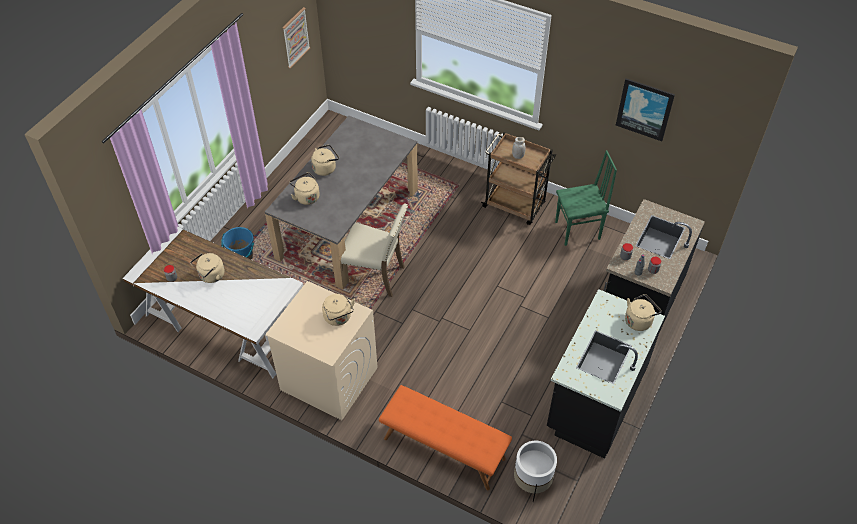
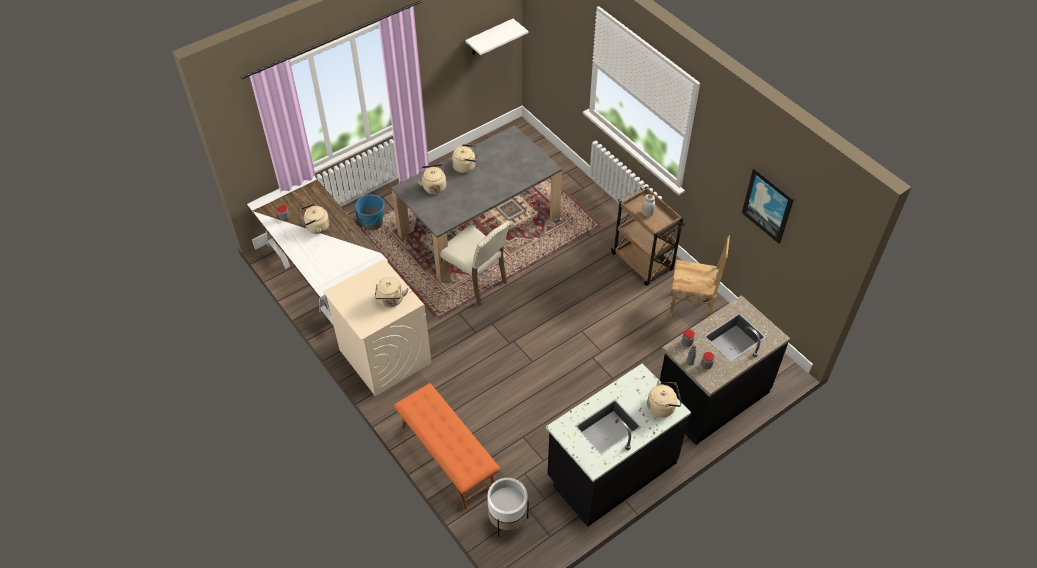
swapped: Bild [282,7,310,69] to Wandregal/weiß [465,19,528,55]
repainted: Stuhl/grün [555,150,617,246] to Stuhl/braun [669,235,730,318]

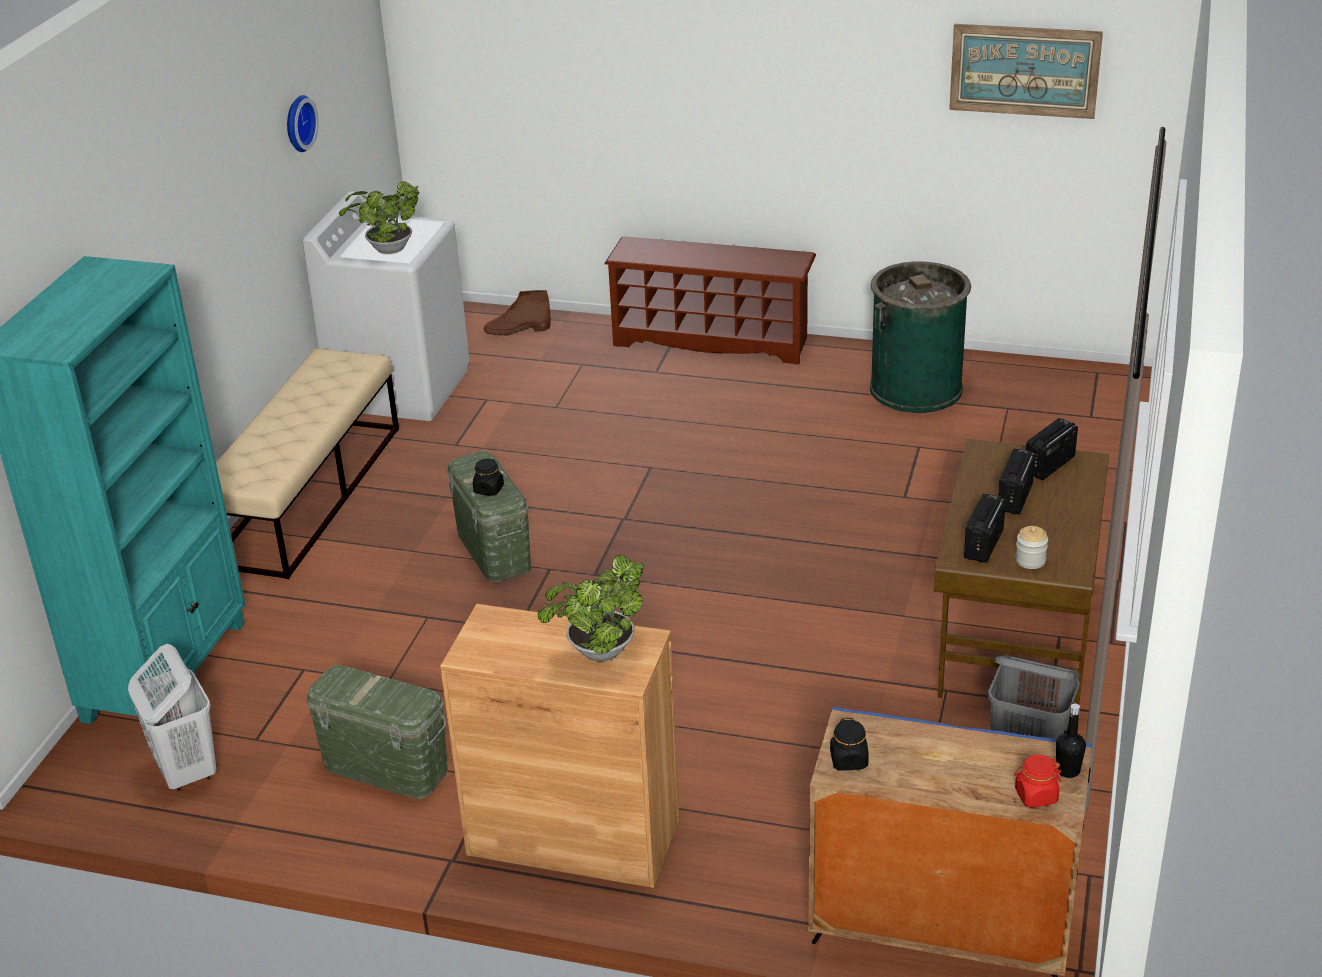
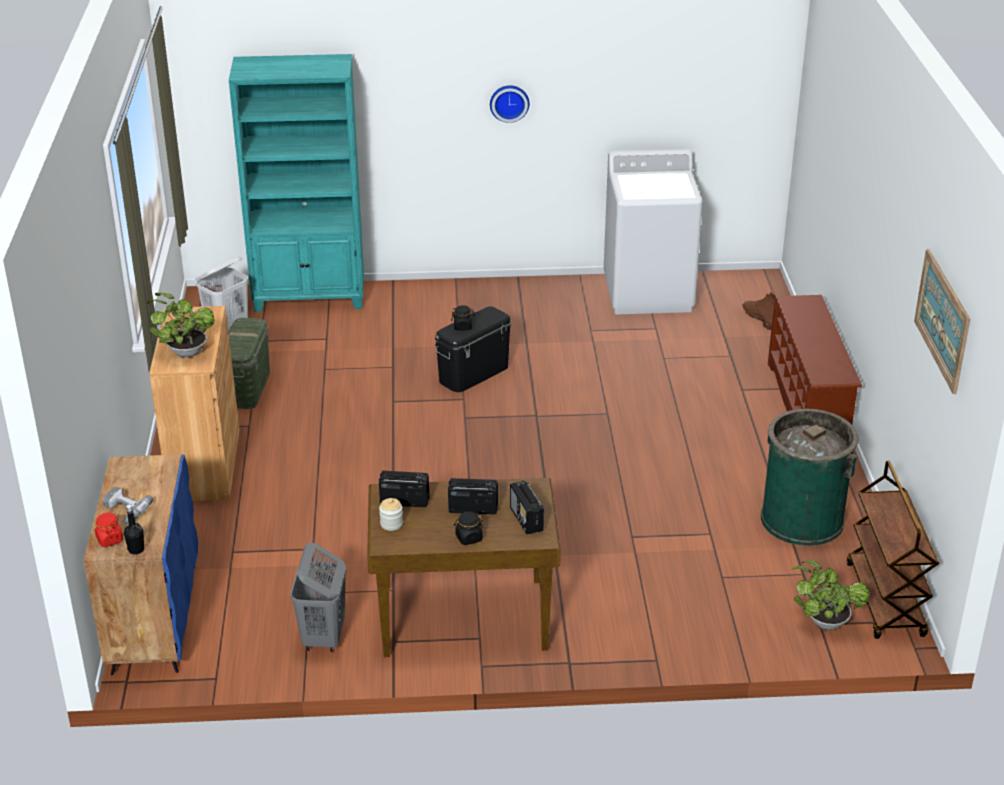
gone: Bank/beige [216,349,399,579]
new: Bohrmaschine [102,487,153,524]; Rollwagen/braun [847,461,939,639]
shifted: Wanduhr [287,95,319,152] to [490,85,530,123]; Topfpflanze [339,181,419,254] to [791,560,869,630]; Vorratsglas/schwarz [830,718,869,770] to [454,512,483,545]
repainted: Aufbewahrungsbox/grün [447,451,531,583] to Aufbewahrungsbox/schwarz [435,307,511,392]
rotated: Radio [1026,418,1078,480] = [510,481,544,534] 135 degrees counterclockwise

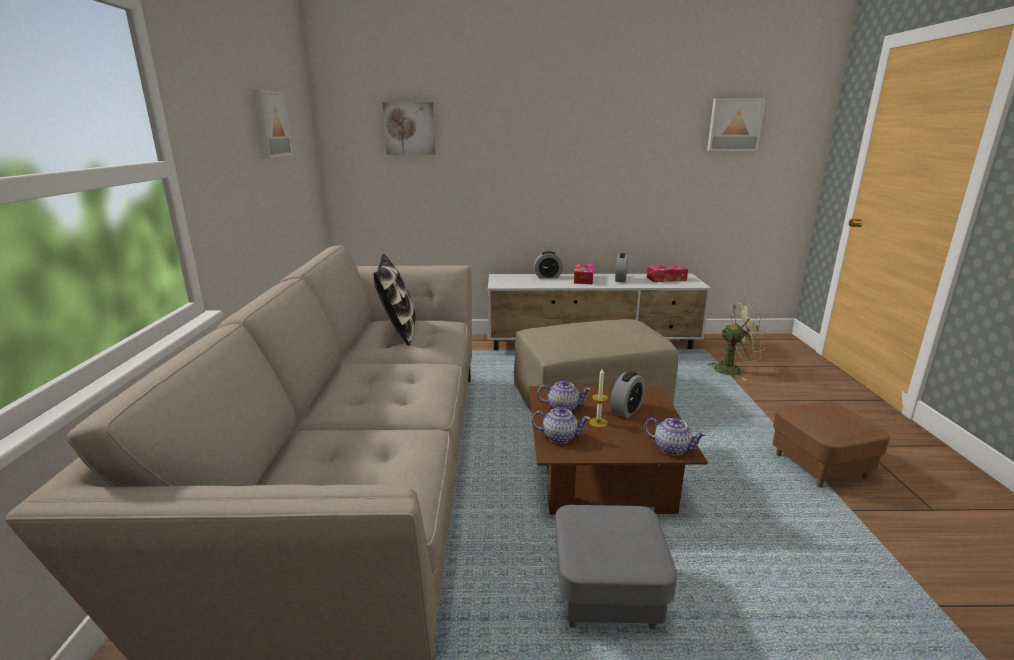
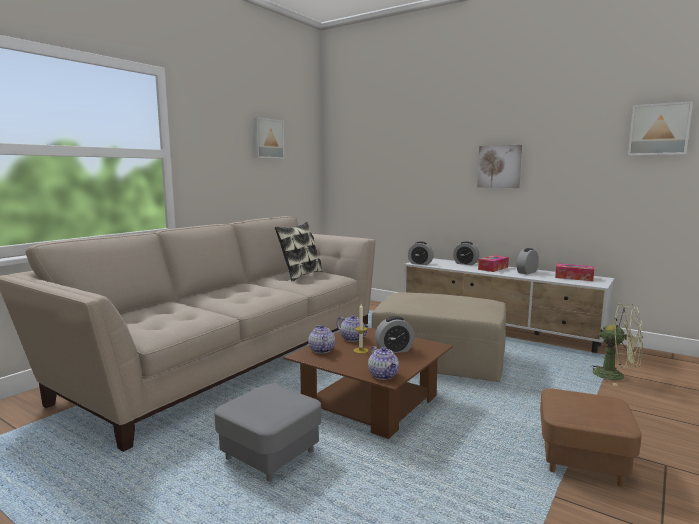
new: Wecker [408,241,434,265]
shifted: Bild [382,102,435,155] to [477,145,522,188]
rotated: Teekanne [532,407,590,444] = [308,325,335,354] 150 degrees counterclockwise

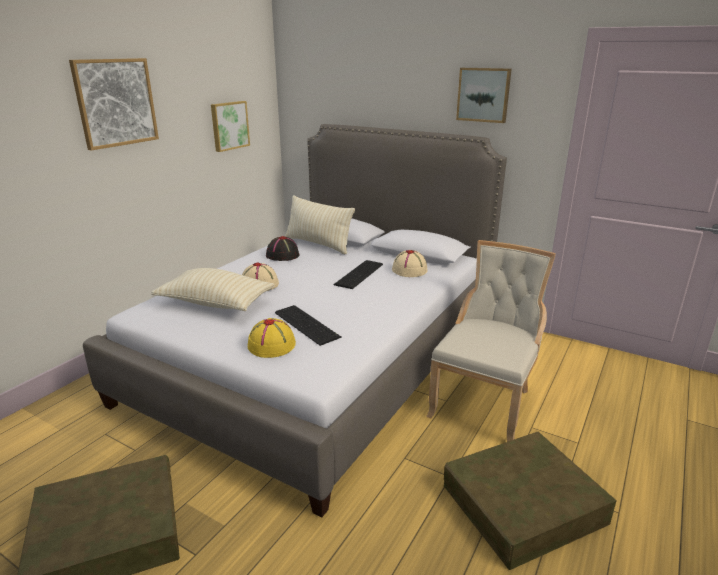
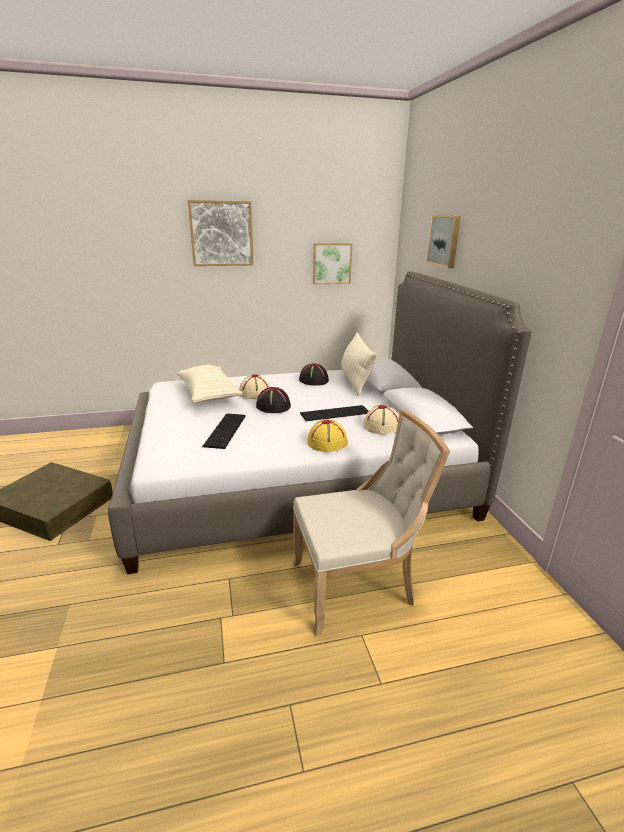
gone: Aufbewahrungsbox/braun [444,432,617,570]
new: Hut/schwarz [256,387,291,413]
shifted: Hut/gelb [248,318,296,358] to [307,419,348,452]; Bild [456,68,512,123] to [426,215,461,268]

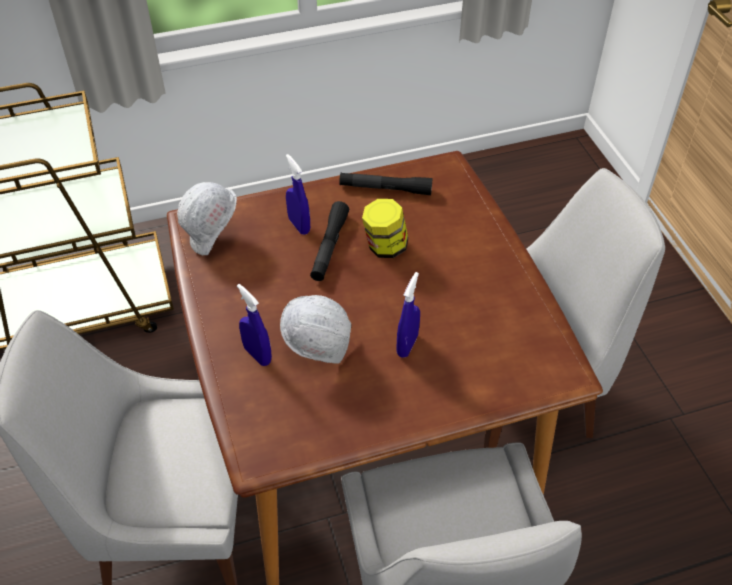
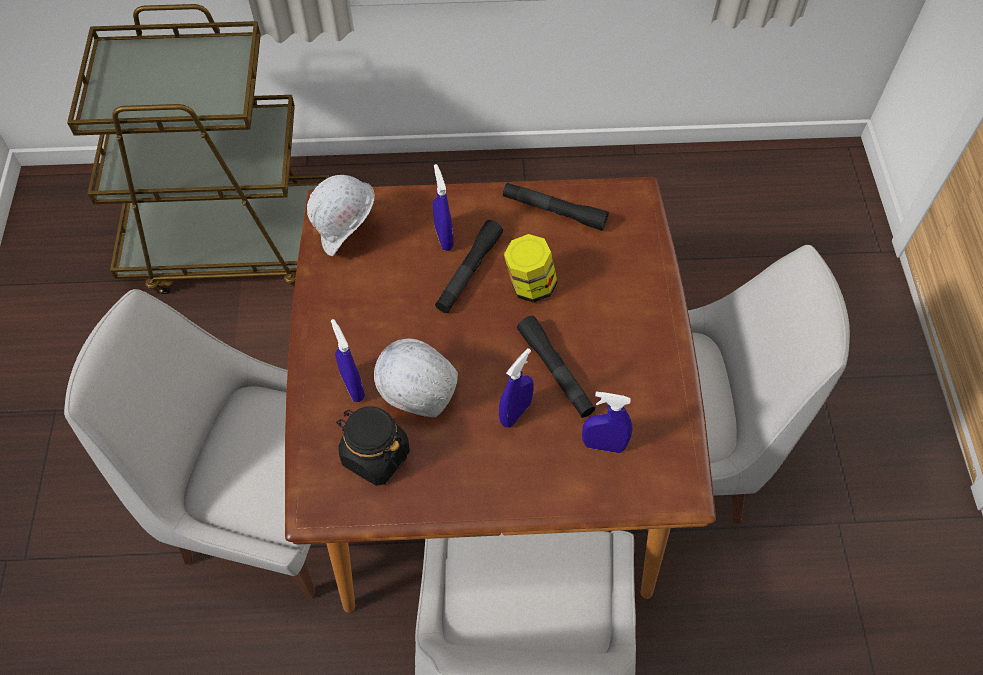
new: Vorratsglas/schwarz [336,406,410,486]; Taschenlampe/schwarz [517,316,595,418]; Sprühflasche/blau [582,392,633,453]

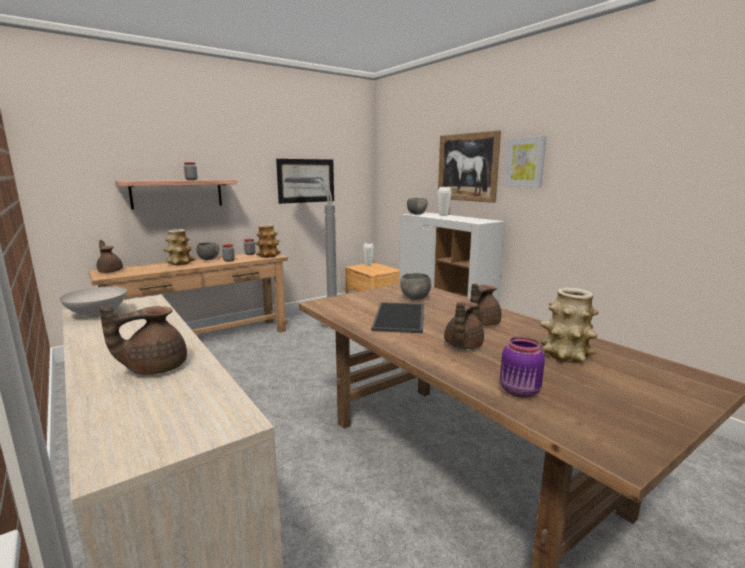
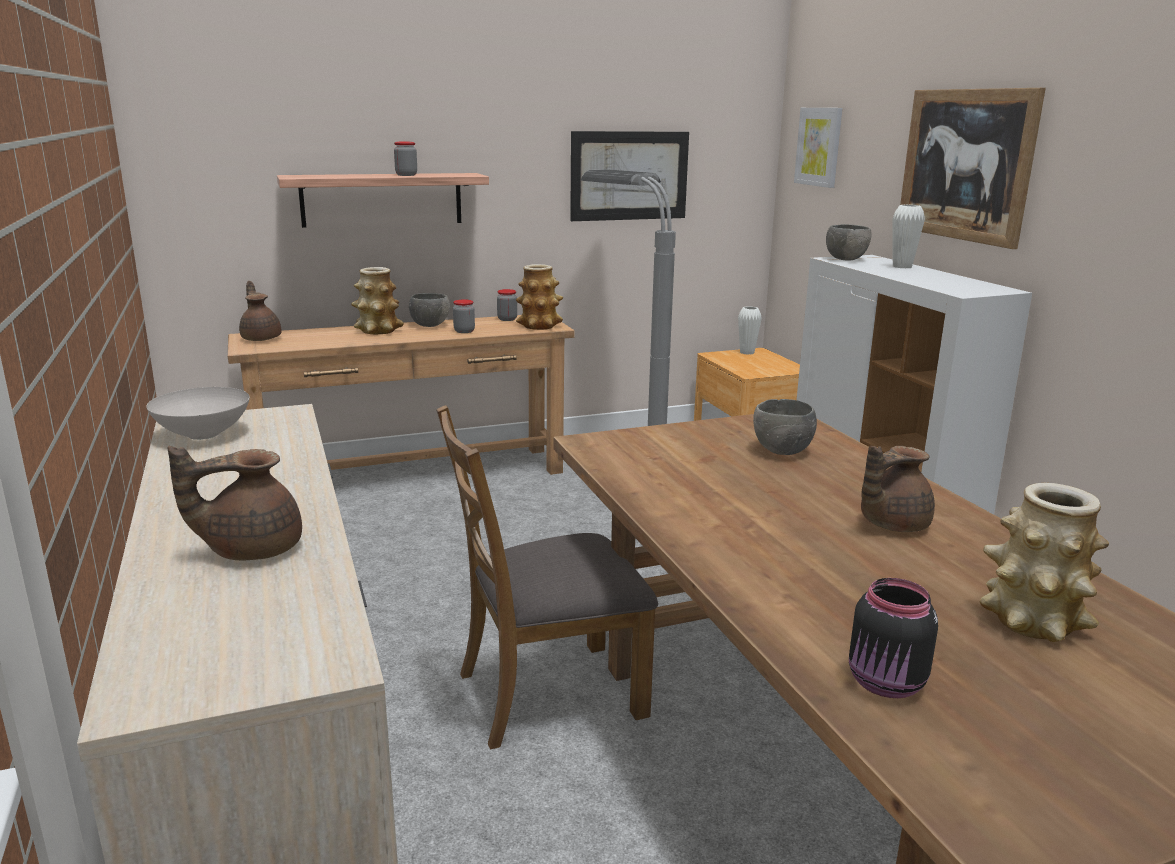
gone: Tablett [371,302,424,333]; Teekanne/braun [444,301,484,349]
new: Stuhl/braun [436,405,658,749]
shifted: Bild [504,136,547,188] to [794,108,843,188]
repainted: Vorratsglas/lila [500,337,545,398] to Vorratsglas/schwarz [849,578,938,698]

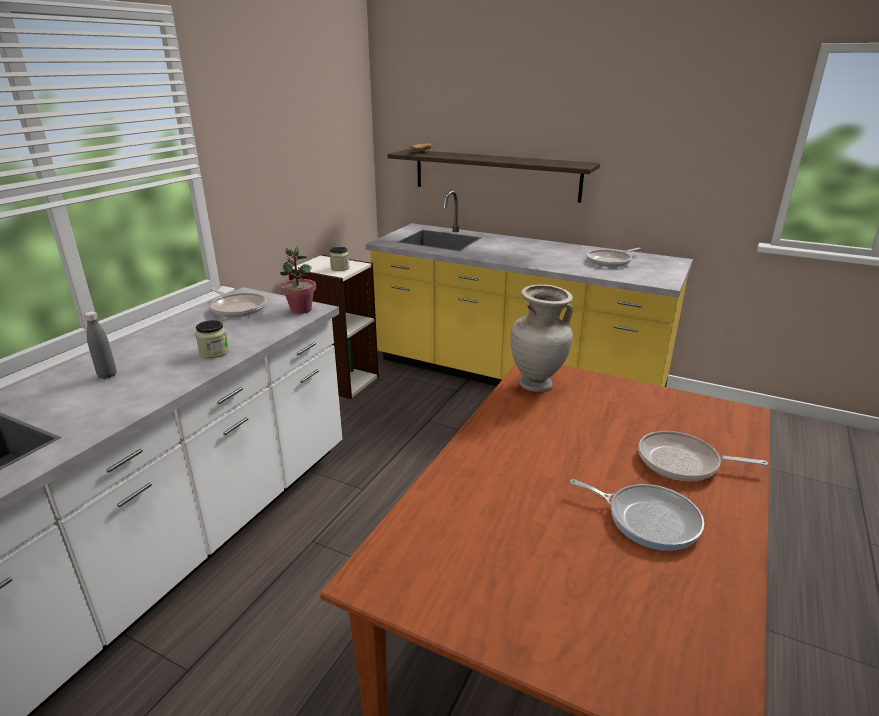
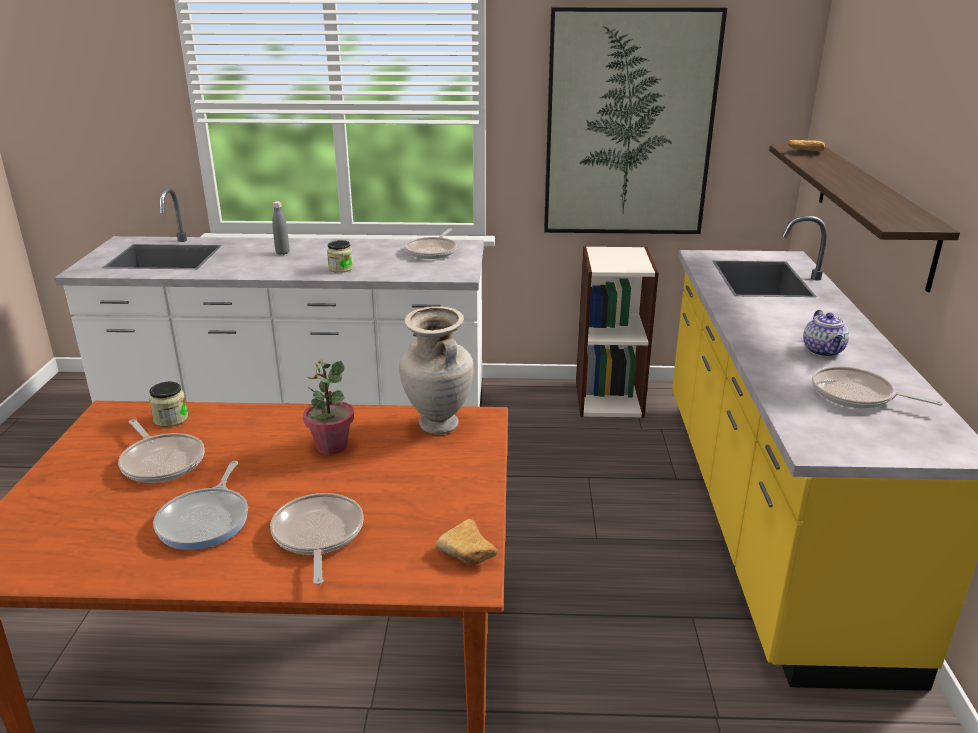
new: Pfanne [118,419,205,483]; Brot [436,519,498,565]; Bild [544,7,727,234]; Teekanne [803,310,849,357]
shifted: Topfpflanze [280,245,316,314] to [303,359,354,455]; Vorratsglas [330,247,350,271] to [149,382,188,427]

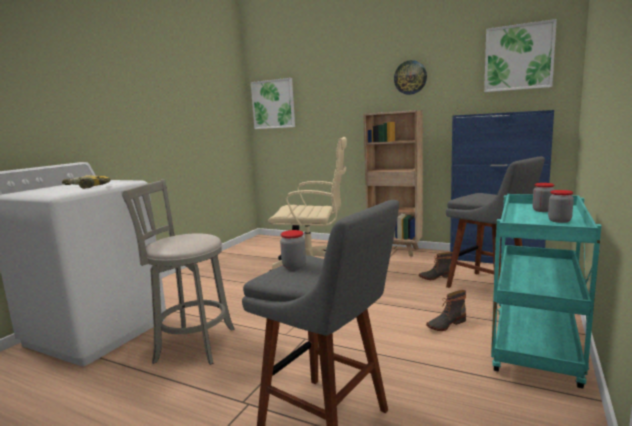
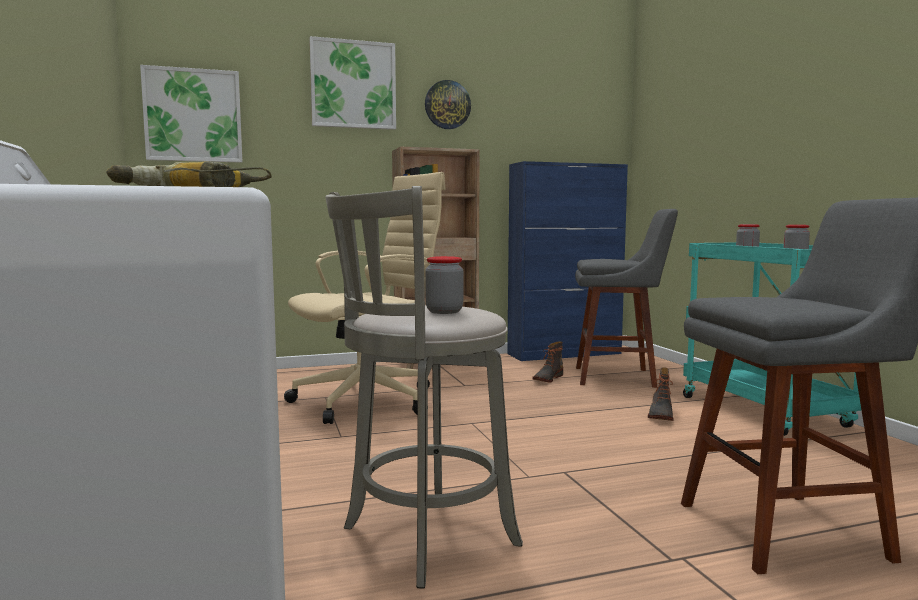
shifted: Vorratsglas [280,230,306,270] to [425,256,463,314]; Bild [484,19,557,92] to [309,36,396,130]

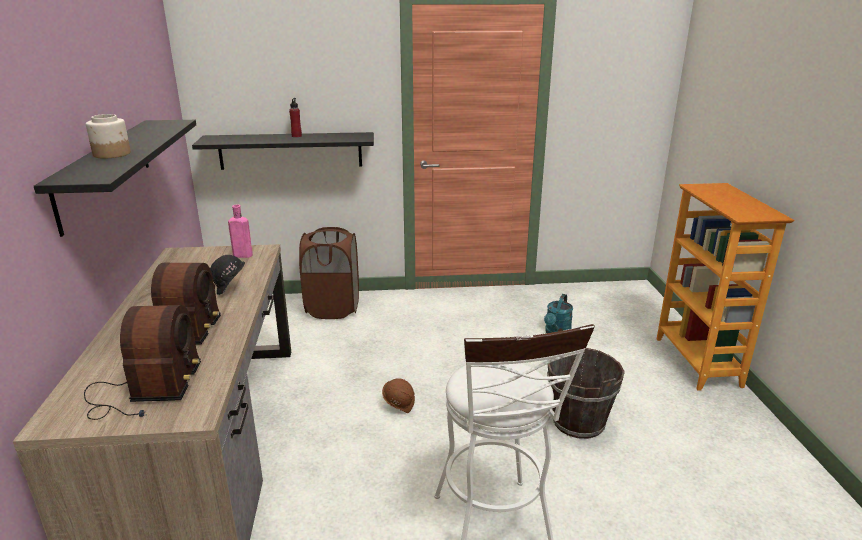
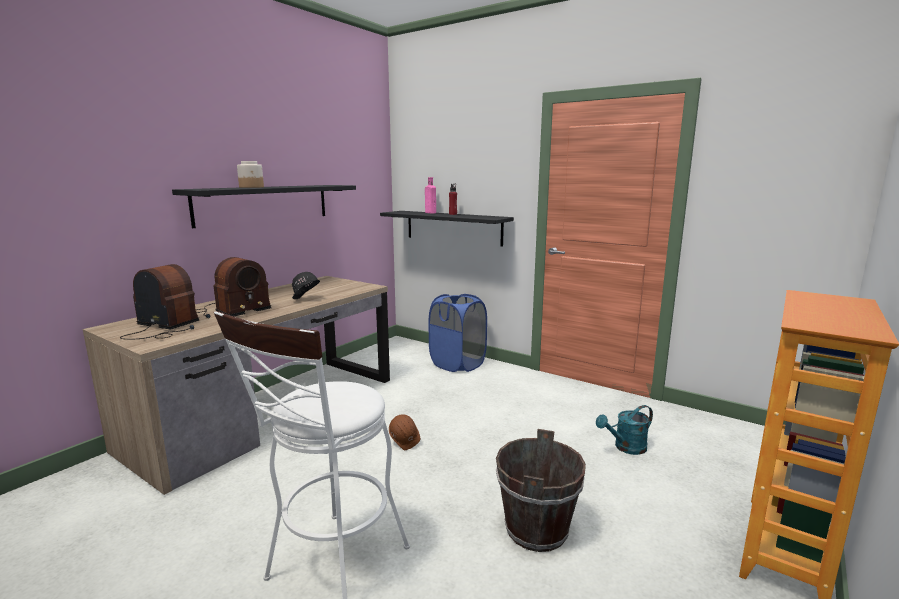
shifted: Flasche/rosa [228,205,253,258] to [425,177,436,214]
repainted: Wäschekorb/braun [299,227,359,319] to Wäschekorb/blau [429,294,487,372]
rotated: Radio [84,305,201,420] = [120,264,199,340] 105 degrees counterclockwise

